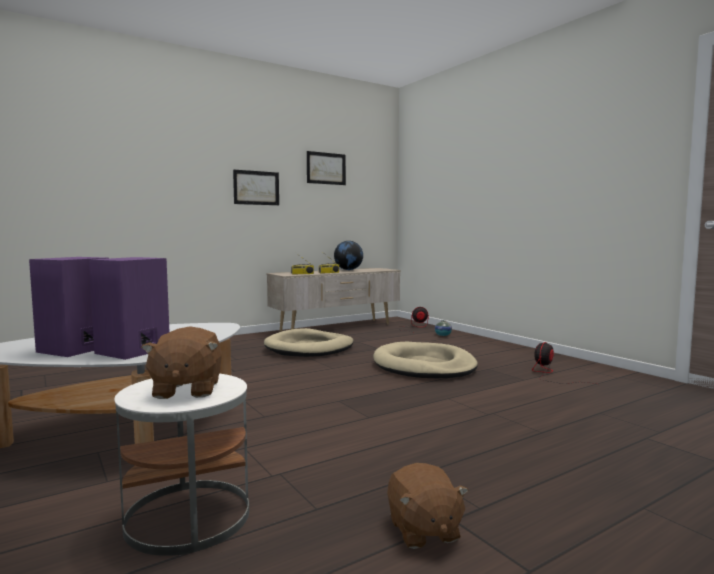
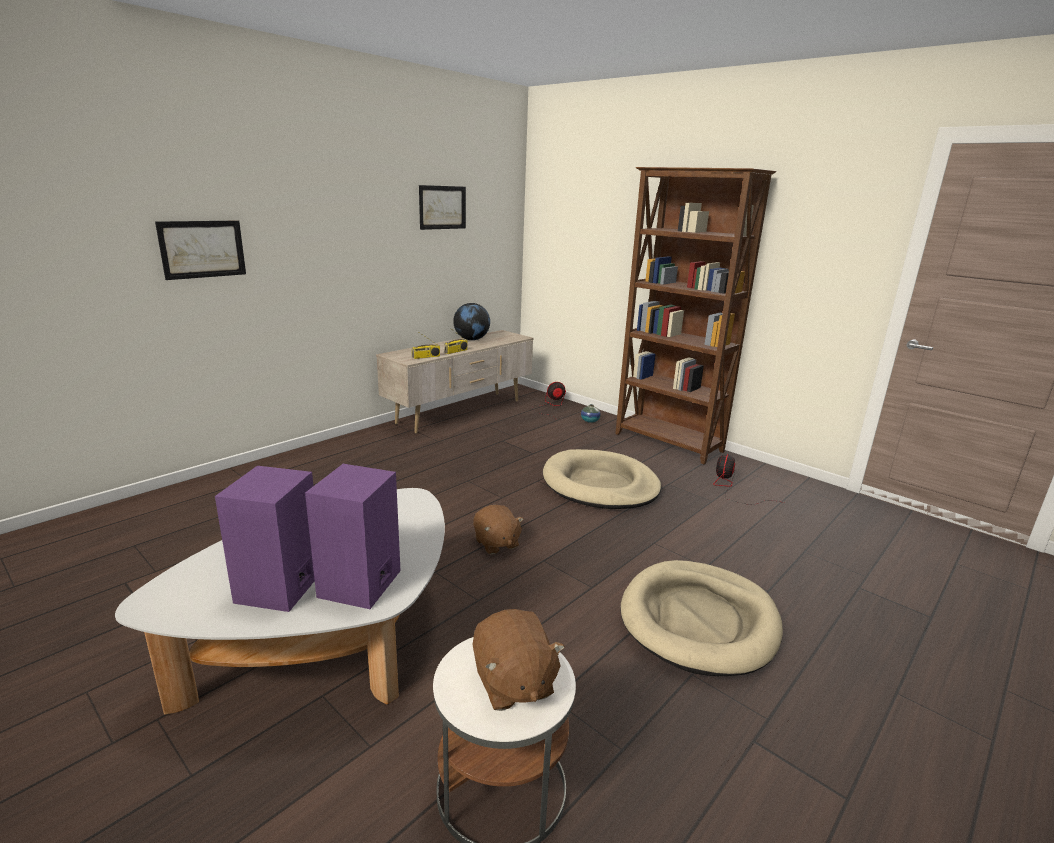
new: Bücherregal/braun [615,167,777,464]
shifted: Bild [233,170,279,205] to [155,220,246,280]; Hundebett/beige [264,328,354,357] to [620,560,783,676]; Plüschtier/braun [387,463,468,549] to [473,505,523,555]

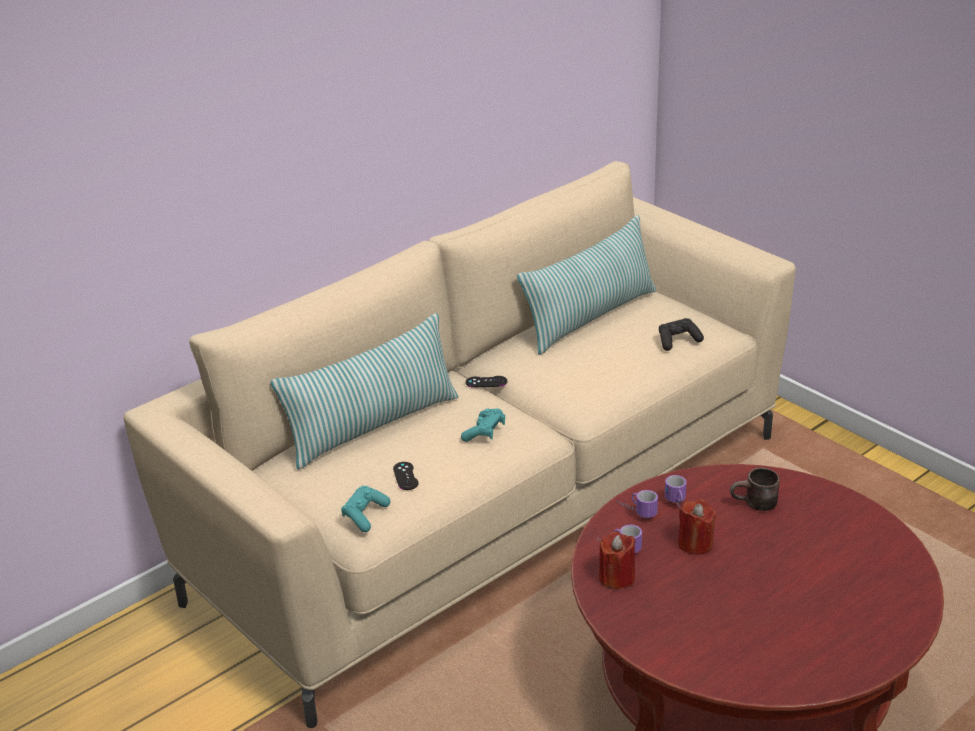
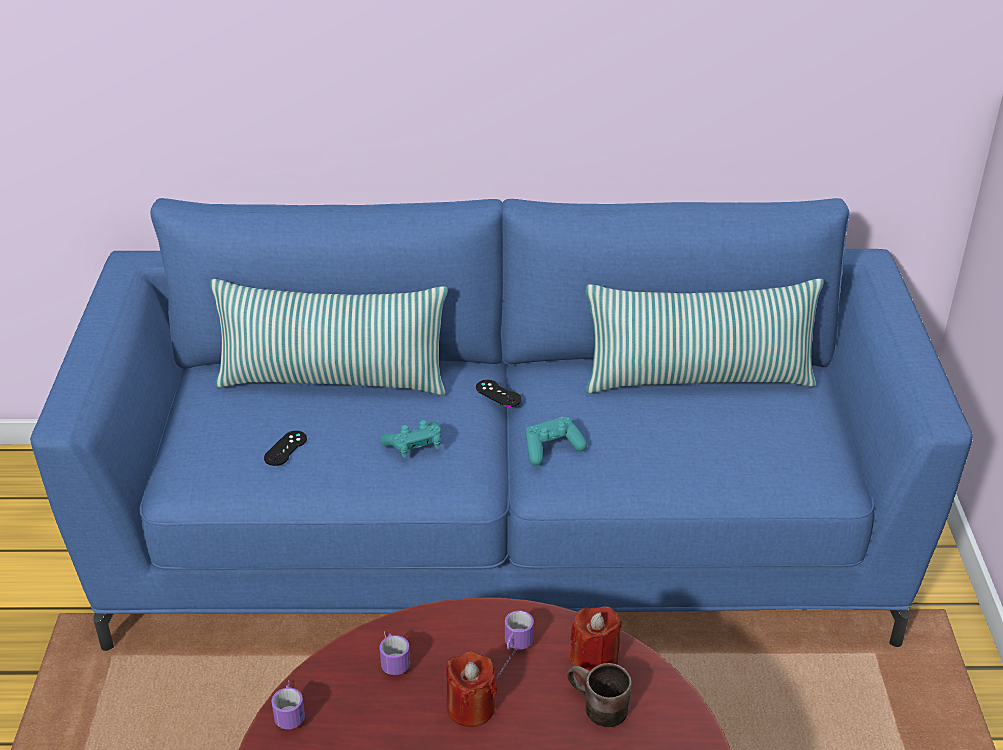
gone: Gamepad/schwarz [659,318,704,351]
shifted: Gamepad/türkis [341,486,391,532] to [525,417,587,466]; Kerze/rot [599,532,636,589] to [570,606,622,671]; Henkelbecher [617,490,658,518] to [271,685,305,729]
repainted: Sofa/beige [124,161,796,728] to Sofa/blau [30,198,973,651]

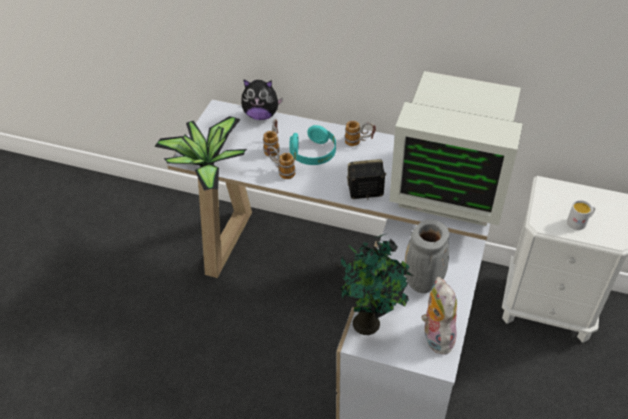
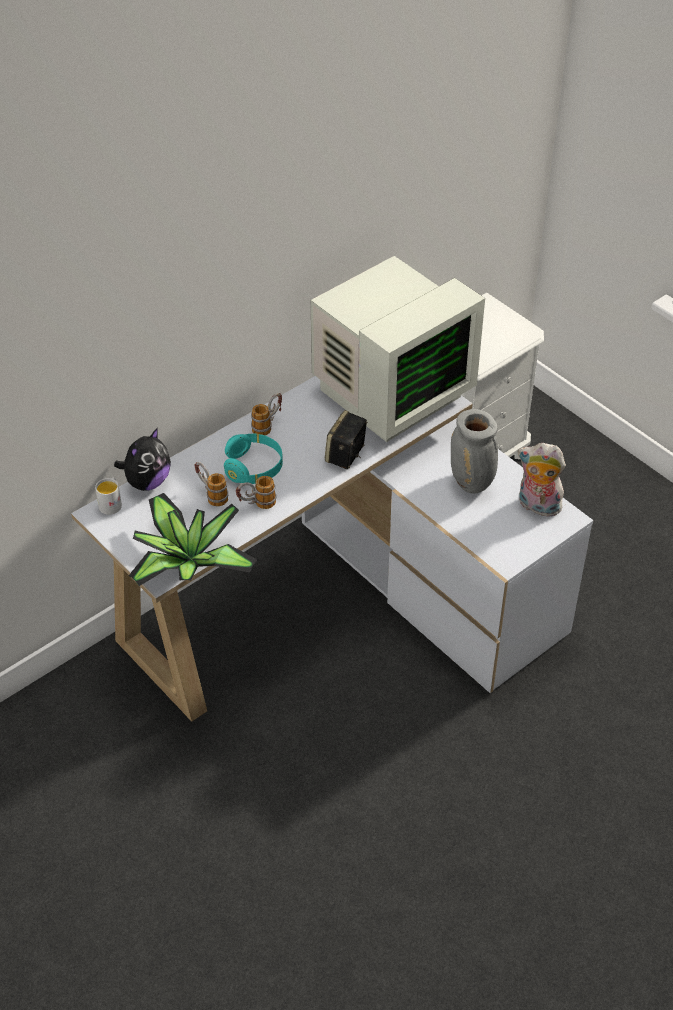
gone: Topfpflanze [336,234,413,335]
shifted: Henkelbecher/weiß [567,200,595,230] to [95,478,122,515]

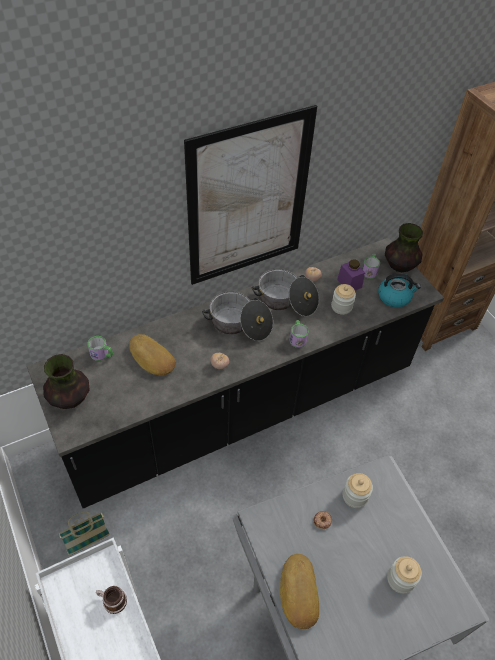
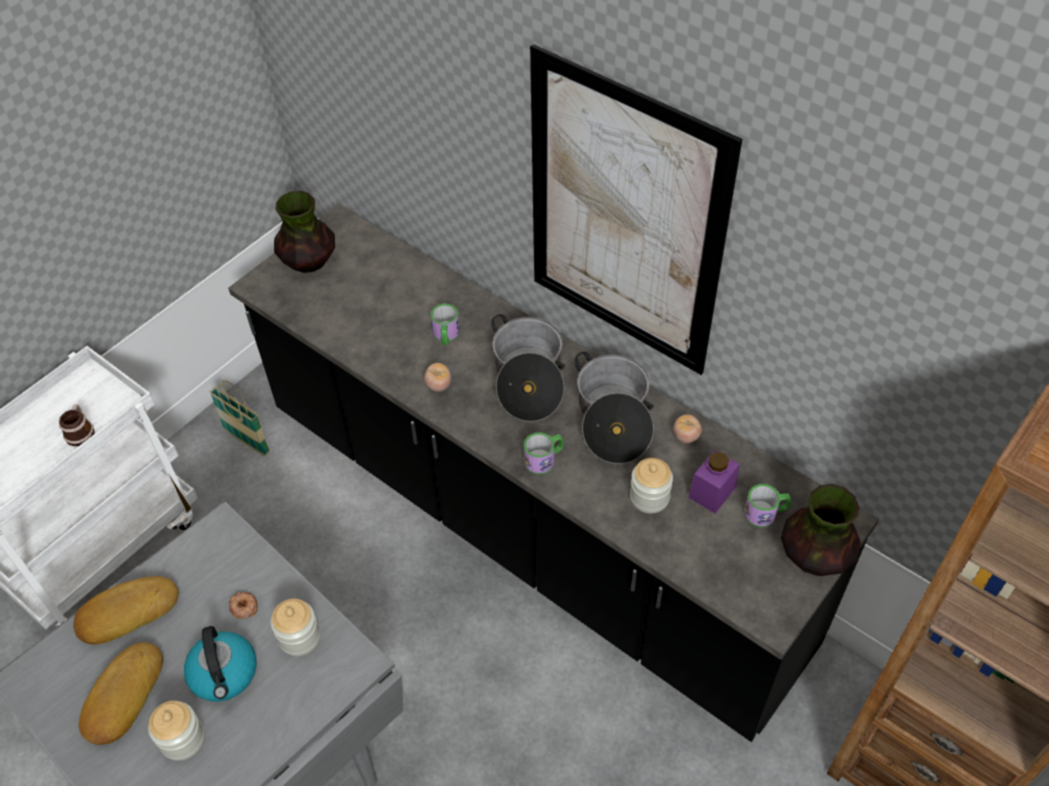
shifted: Henkelbecher [87,336,113,361] to [430,304,460,345]; Brot [129,334,176,376] to [79,642,163,745]; Wasserkessel [378,273,421,308] to [184,626,257,702]

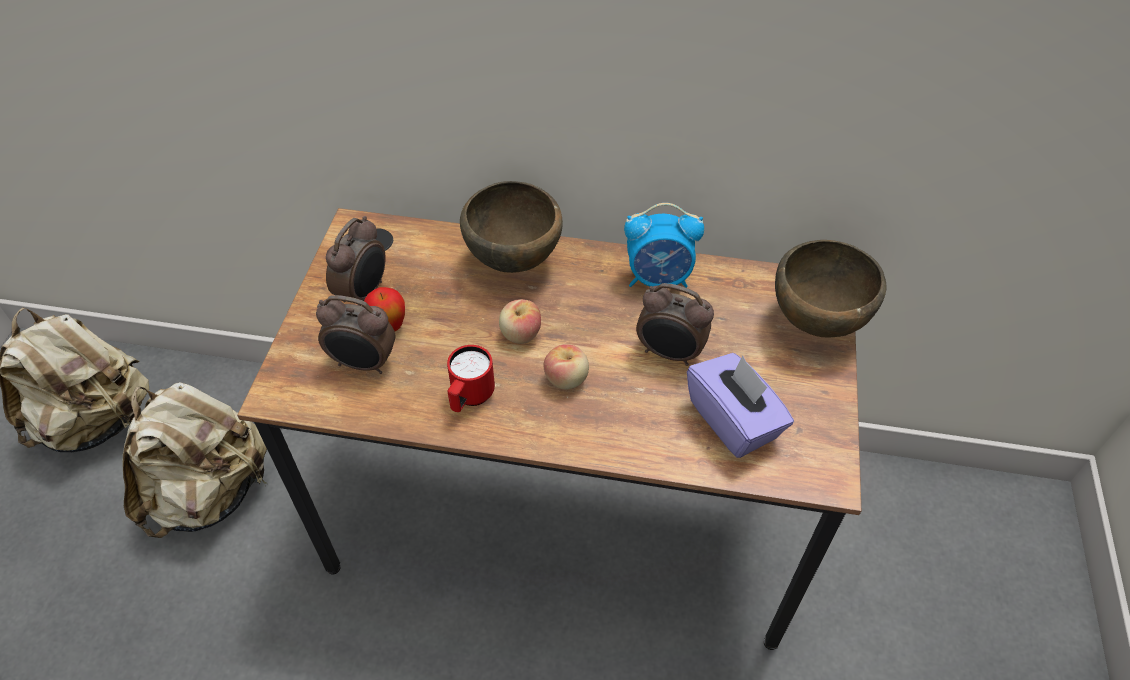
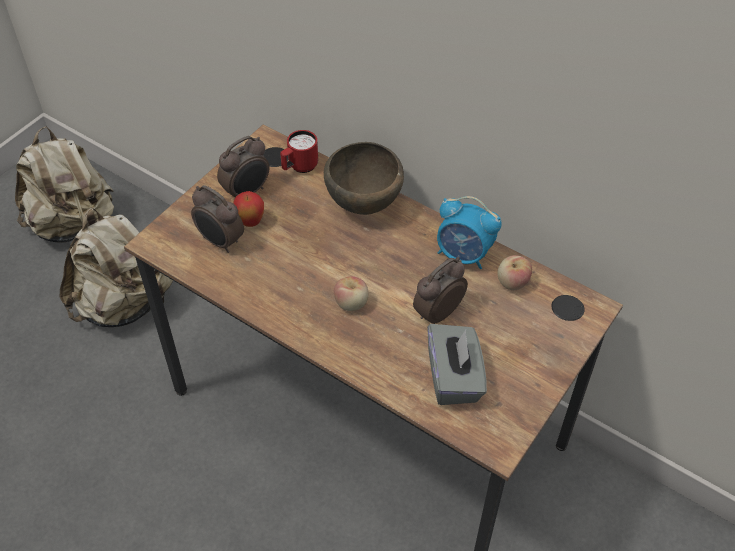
gone: Schüssel/braun [775,240,887,337]
shifted: Henkelbecher/rot [447,345,495,412] to [280,130,318,173]; Apfel [499,299,541,344] to [497,255,532,290]
repainted: Taschentuchbox/lila [687,353,794,458] to Taschentuchbox/grau [427,324,487,405]
rotated: Wecker [636,283,714,366] = [413,257,468,324] 90 degrees clockwise

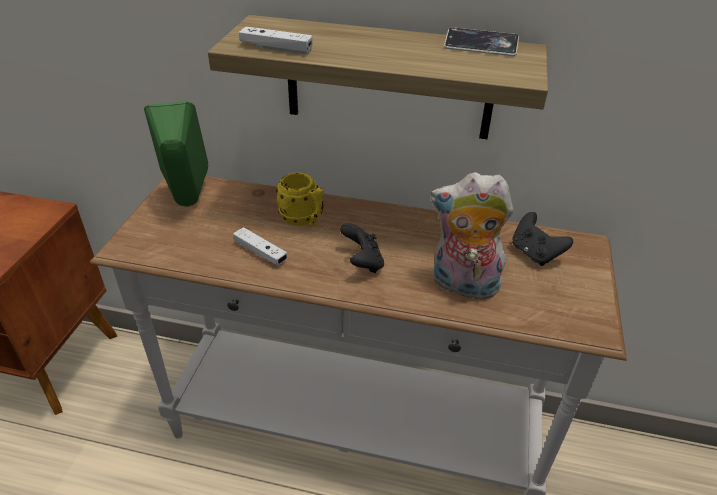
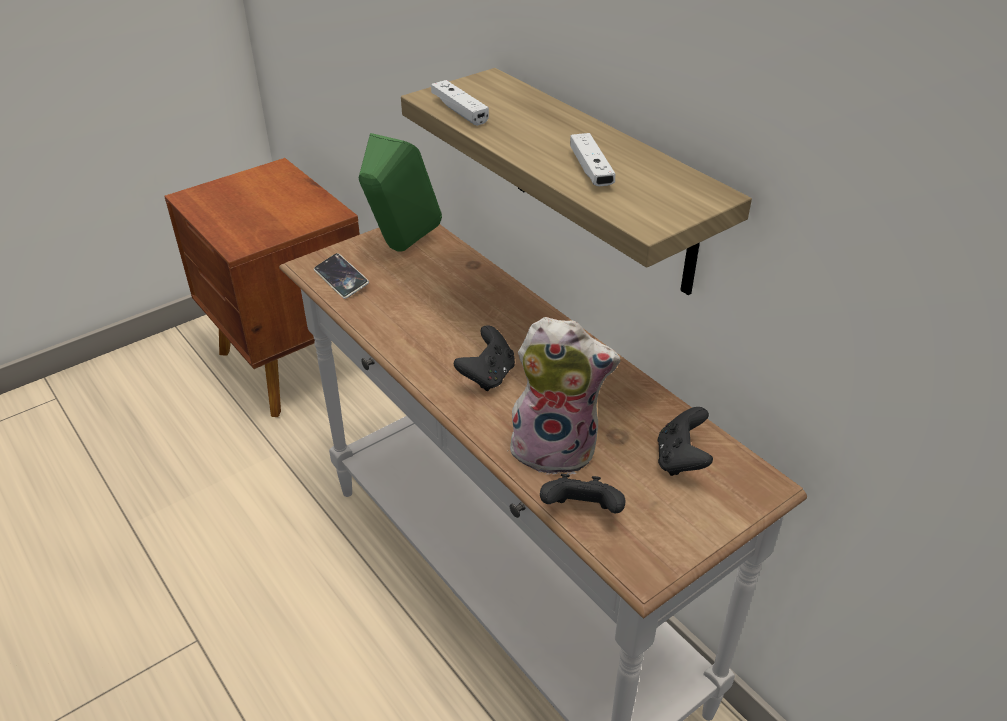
gone: Henkelbecher/gelb [276,172,324,227]
new: Gamepad/schwarz [540,474,626,514]
shifted: Gamepad/weiß [233,227,287,265] to [570,133,615,186]; Handy [444,27,519,56] to [314,253,369,299]
rotated: Plüschtier [431,172,514,299] = [508,317,620,475] 135 degrees clockwise

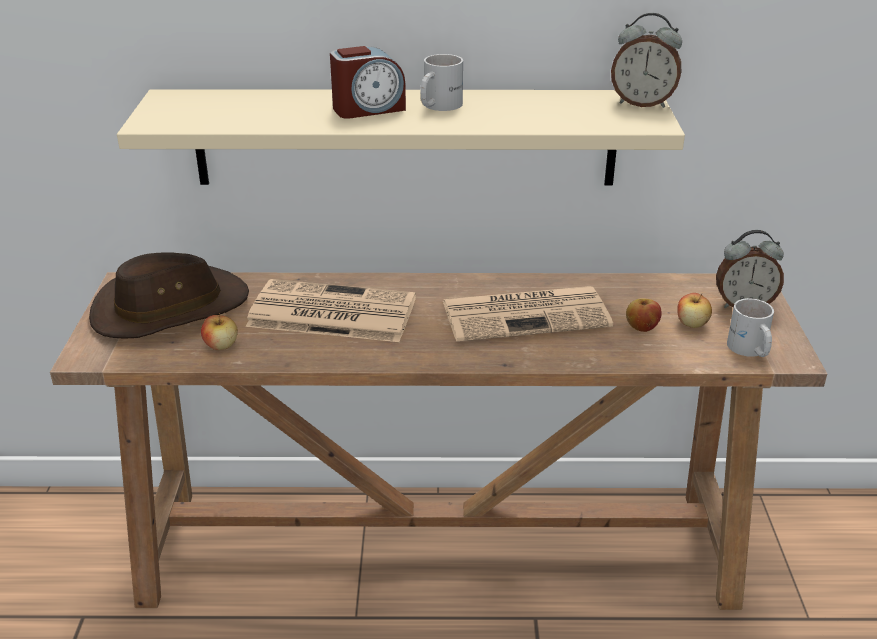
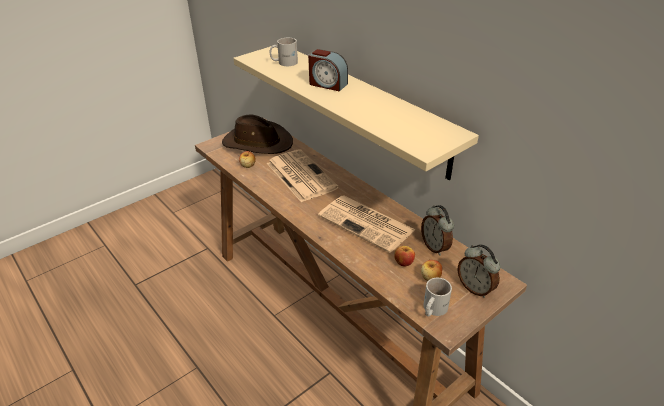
shifted: Henkelbecher/weiß [421,54,463,111] to [269,38,298,66]; Wecker [611,13,682,108] to [421,205,454,256]

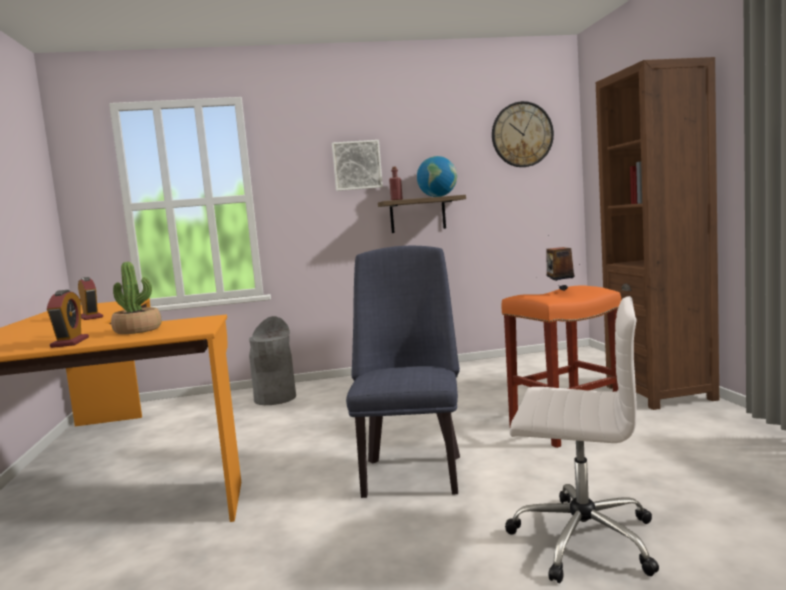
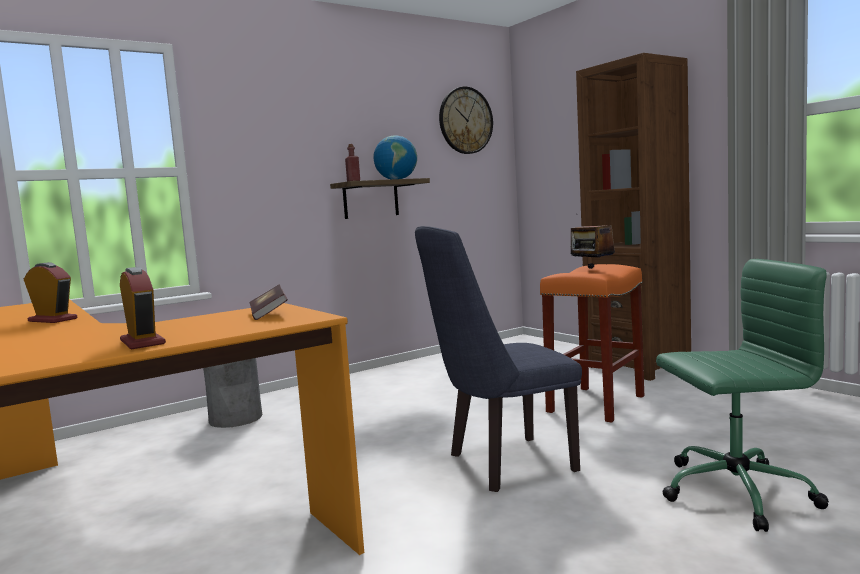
gone: Topfpflanze [111,262,162,334]; Bild [332,140,383,191]
new: Buch [250,284,288,320]
repainted: Bürostuhl/weiß [505,296,659,583] to Bürostuhl/grün [656,259,829,532]
rotated: Stuhl/blau [346,246,460,498] = [415,226,582,492] 90 degrees counterclockwise

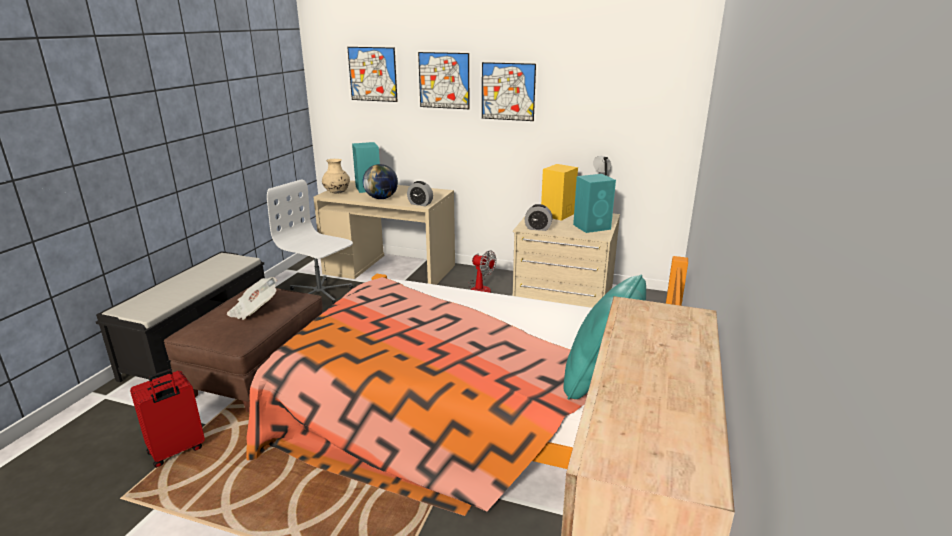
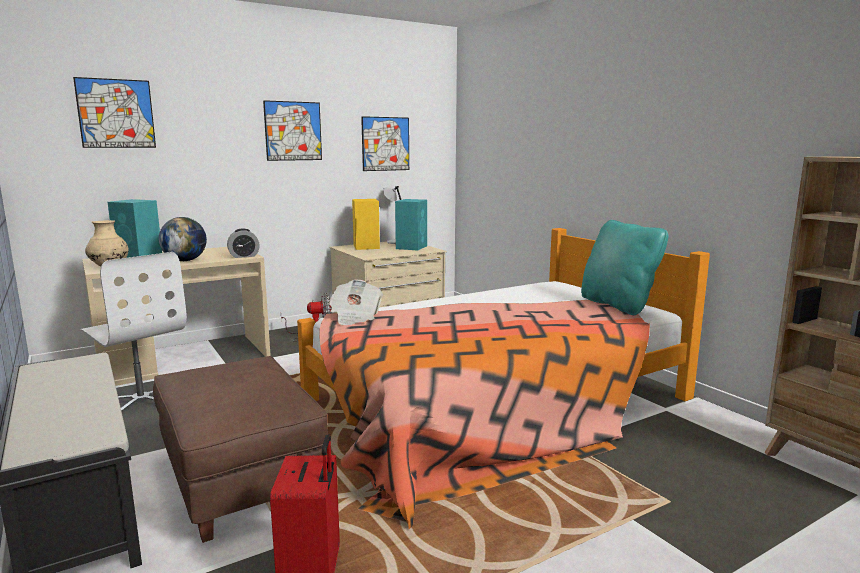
gone: Wecker [525,204,553,231]
shifted: Zeitung [227,277,278,320] to [329,280,383,325]; Bild [418,52,469,109] to [361,116,409,171]
rotated: Bürostuhl/weiß [267,179,353,304] = [80,252,187,411] 120 degrees counterclockwise

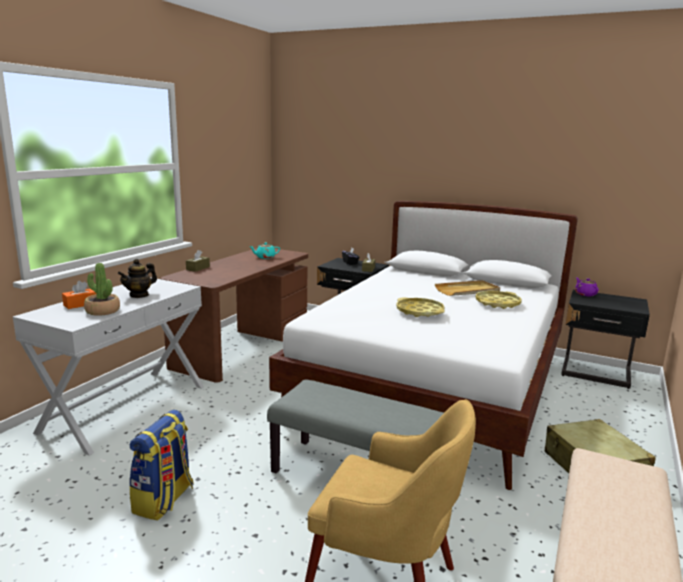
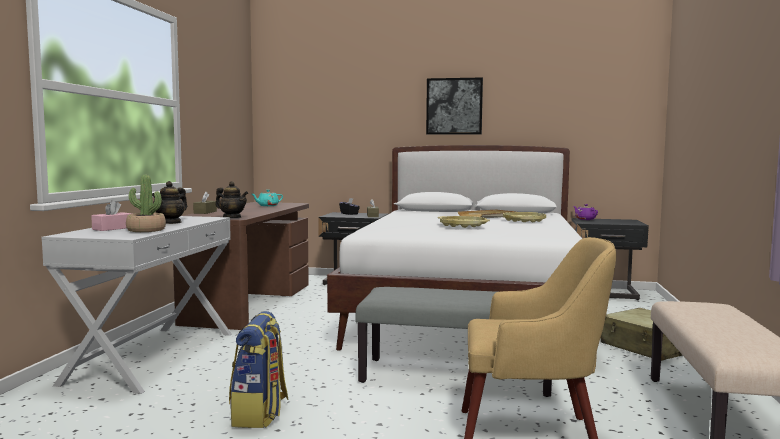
new: Teekanne [216,181,248,218]; Bild [426,77,483,134]
repainted: Taschentuchbox/orange [62,281,96,309] to Taschentuchbox/rosa [91,200,132,231]

